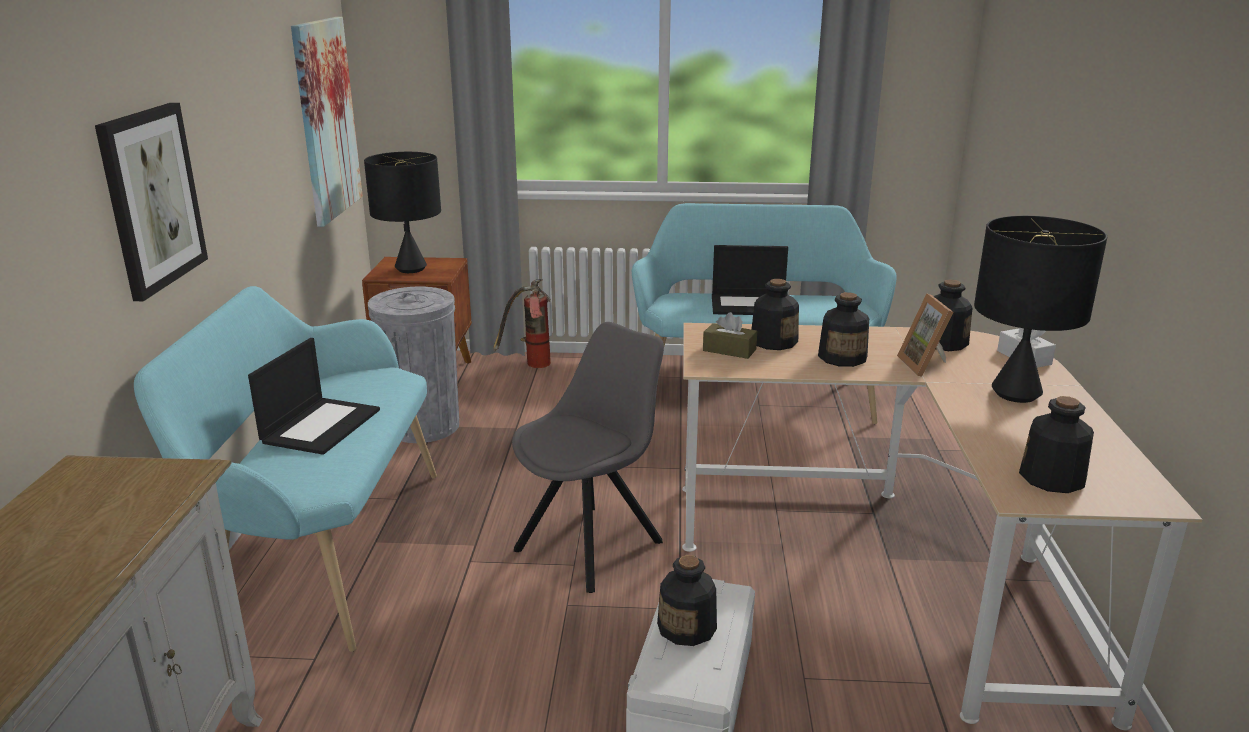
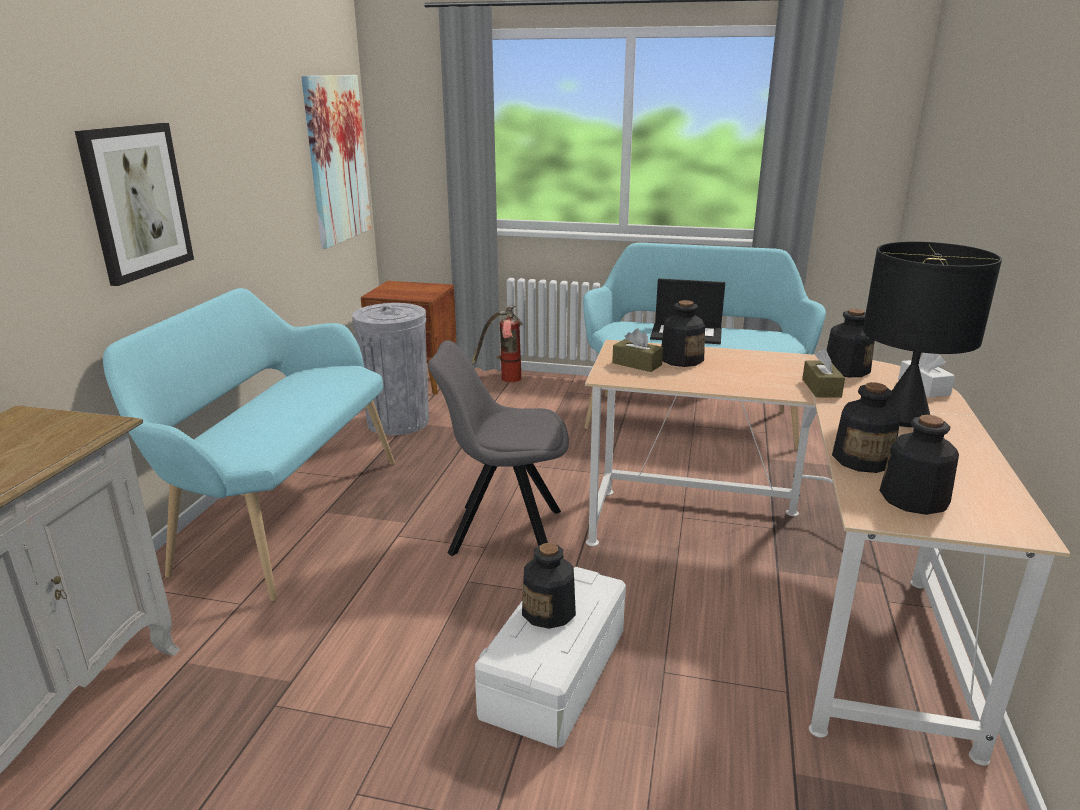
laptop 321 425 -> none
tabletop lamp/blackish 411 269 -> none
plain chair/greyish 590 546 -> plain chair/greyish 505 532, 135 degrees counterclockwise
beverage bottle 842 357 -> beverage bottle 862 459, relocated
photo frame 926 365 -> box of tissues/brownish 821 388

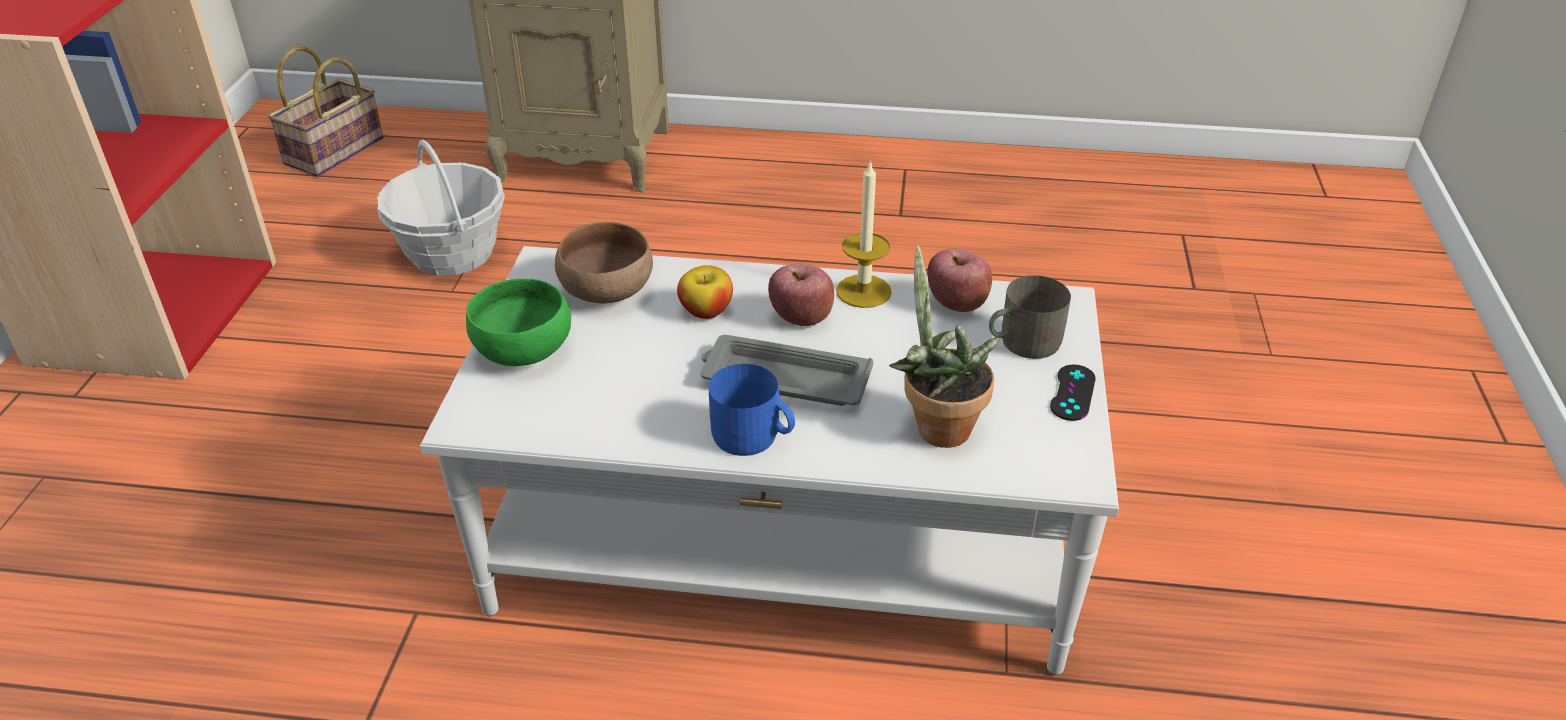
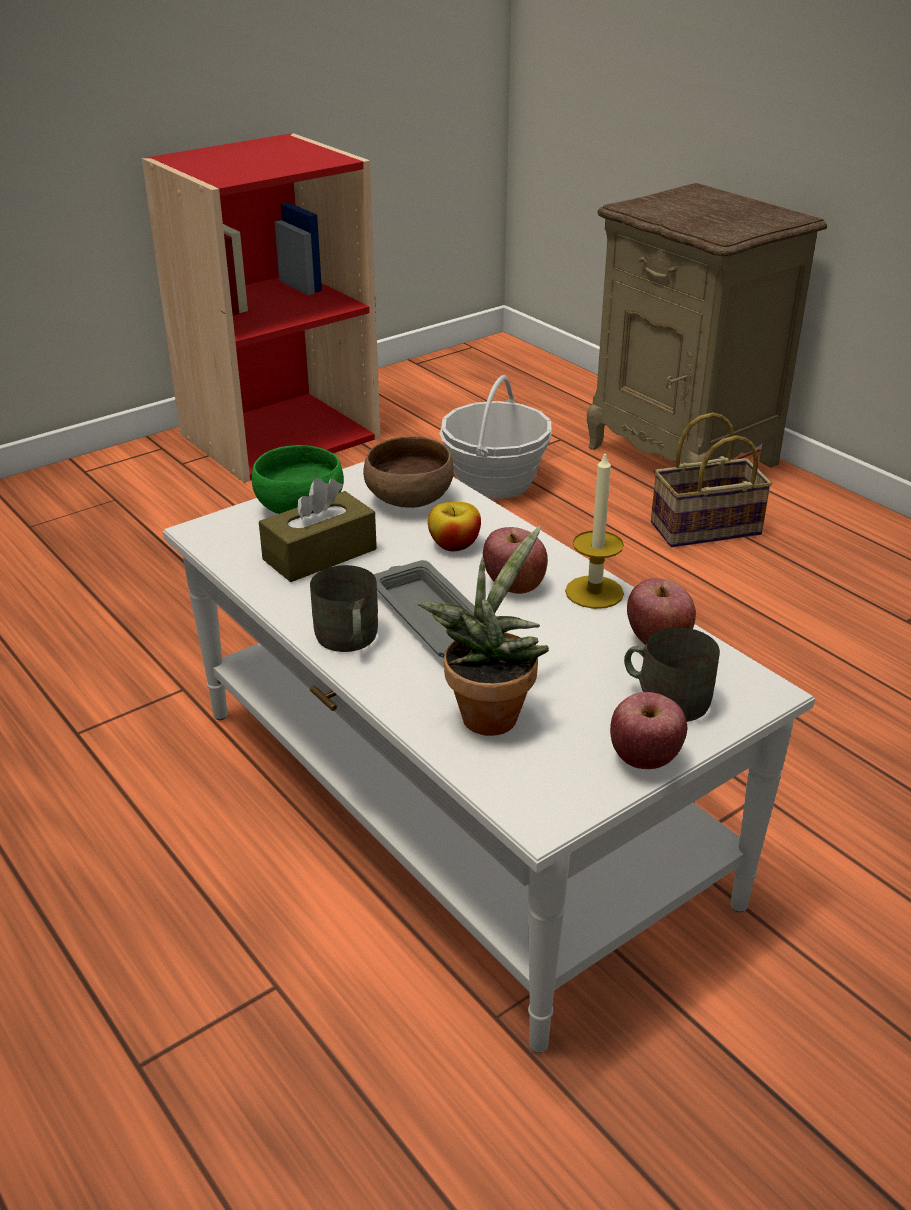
basket 334 153 -> basket 704 530, relocated
coffee mug/blue 753 438 -> coffee mug/greyish 348 640
joypad/blackish 1072 393 -> whole apple 645 758
none -> box of tissues/brownish 320 554

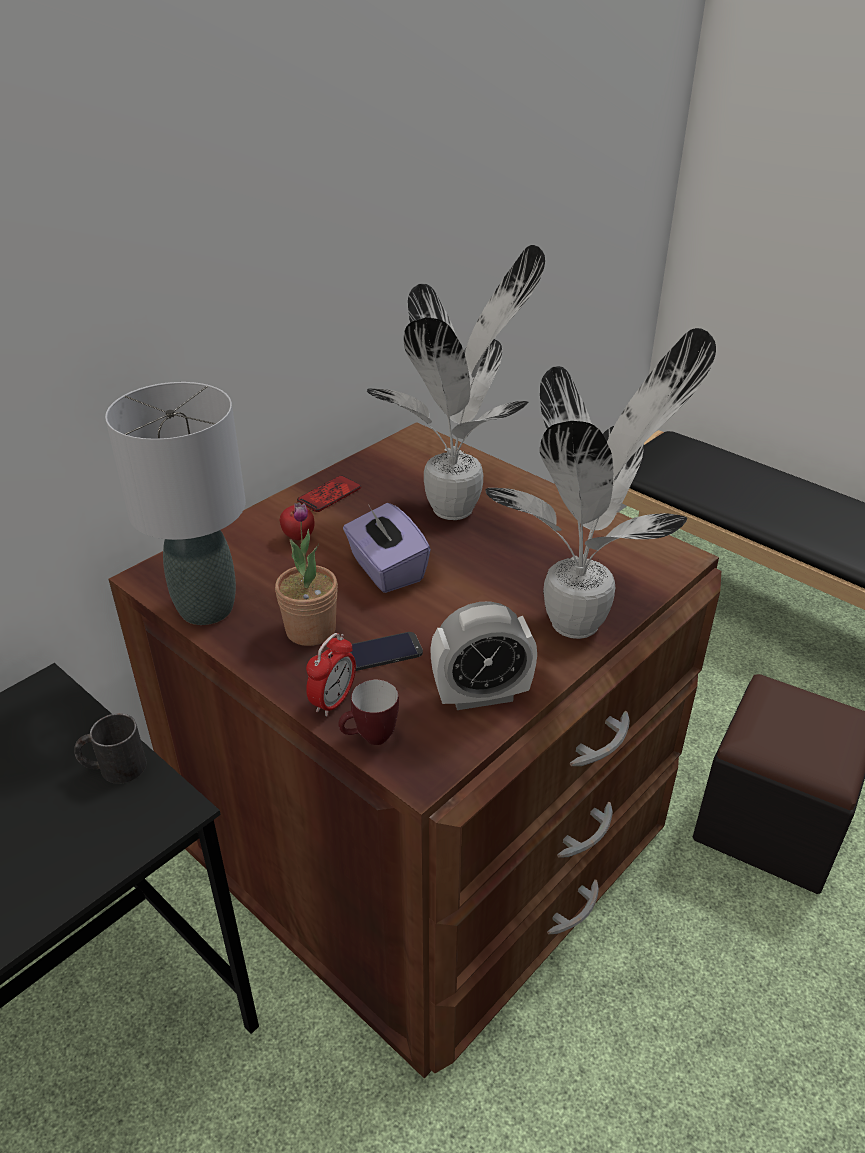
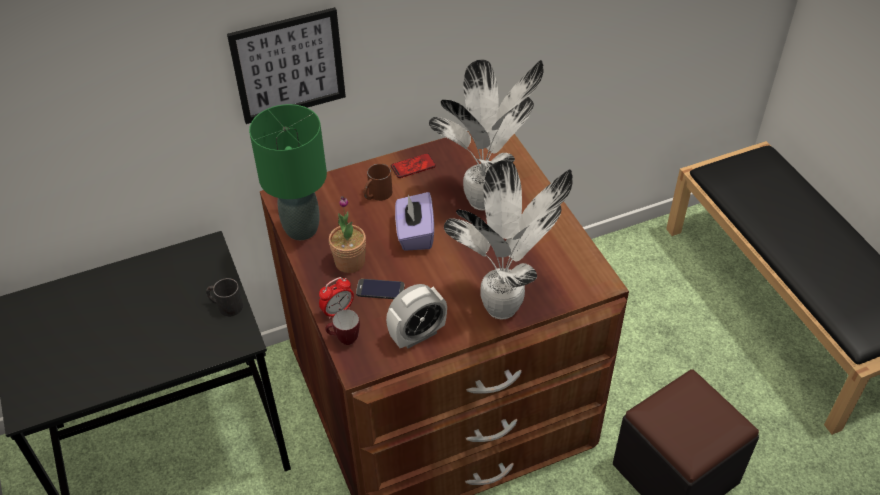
tabletop lamp/greyish 206 608 -> tabletop lamp/green-coloured 302 228
whole apple 298 538 -> coffee mug/brownish 377 195
alarm clock 481 695 -> alarm clock 417 335, 45 degrees counterclockwise
none -> wall picture 288 66

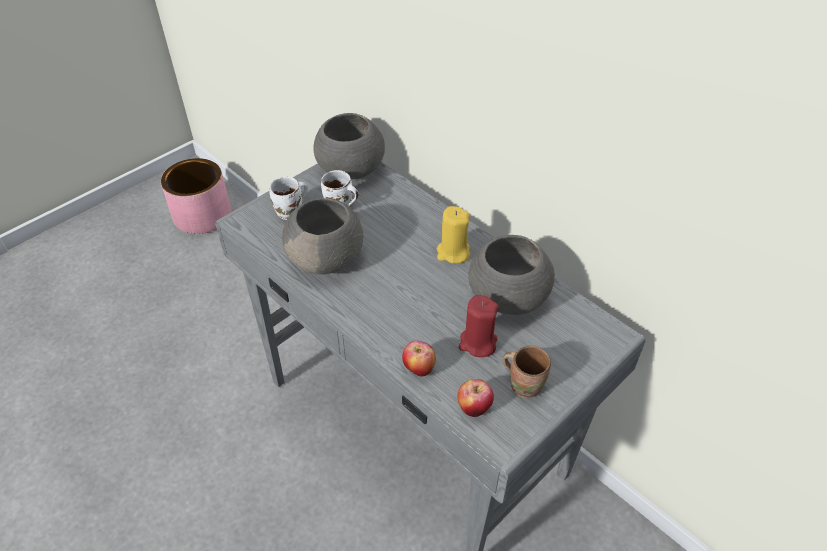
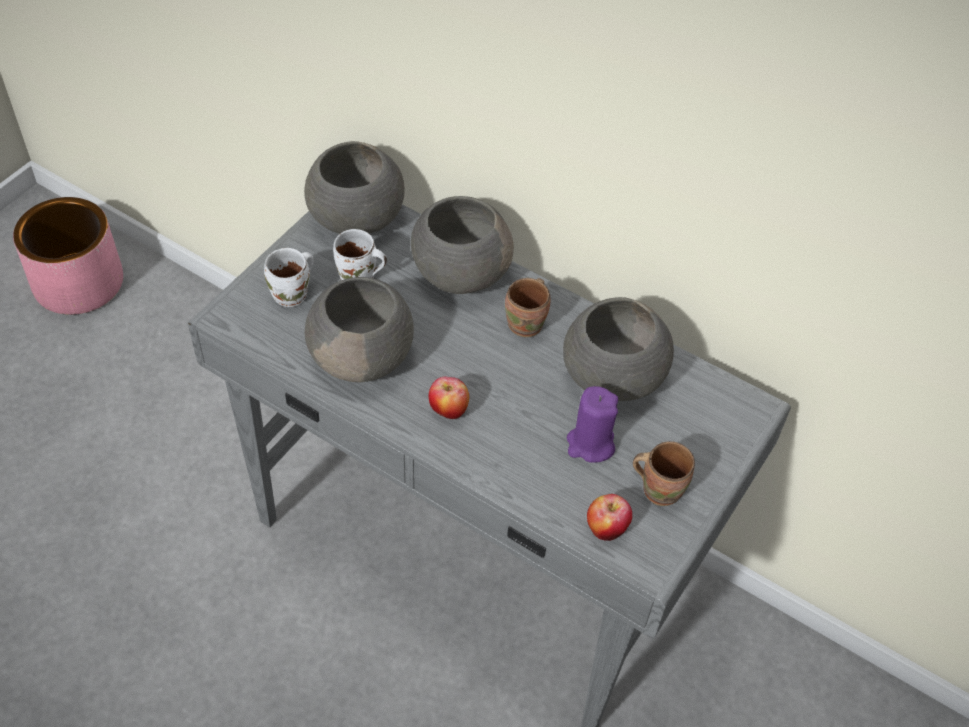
whole apple 418 369 -> whole apple 448 411, relocated
wax candle/yellow-coloured 453 253 -> coffee mug/brownish 528 324
wax candle/reddish 477 343 -> wax candle/purplish 590 444
none -> deep dish/greyish 459 271

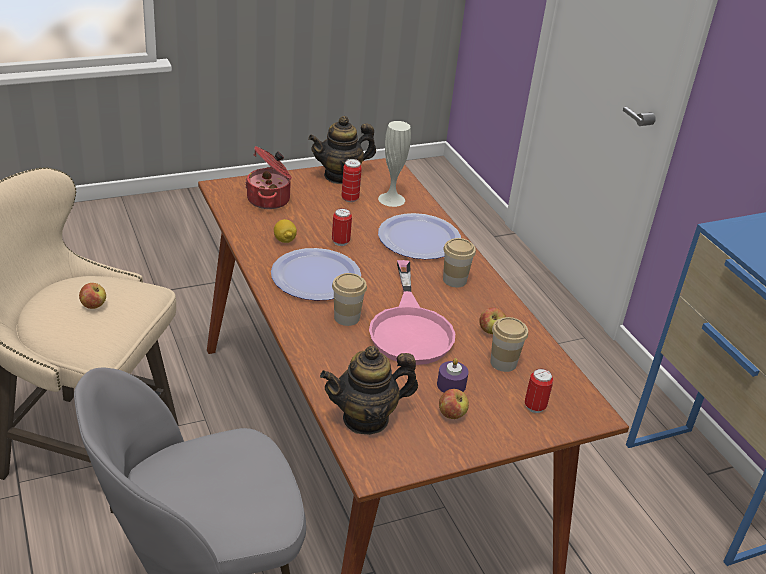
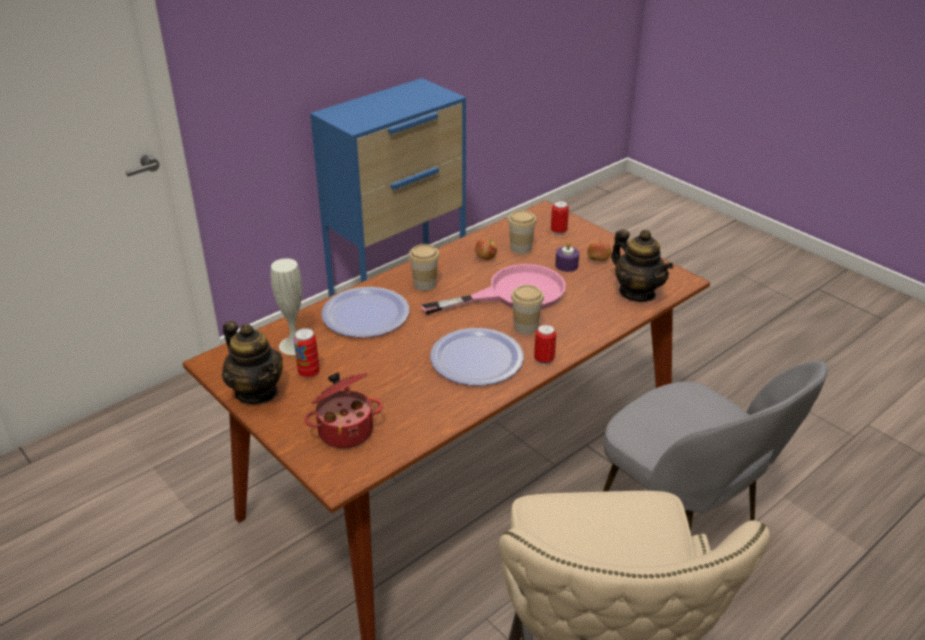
whole apple 93 305 -> none
citrus fruit 284 240 -> none
can 340 242 -> can 544 360, relocated

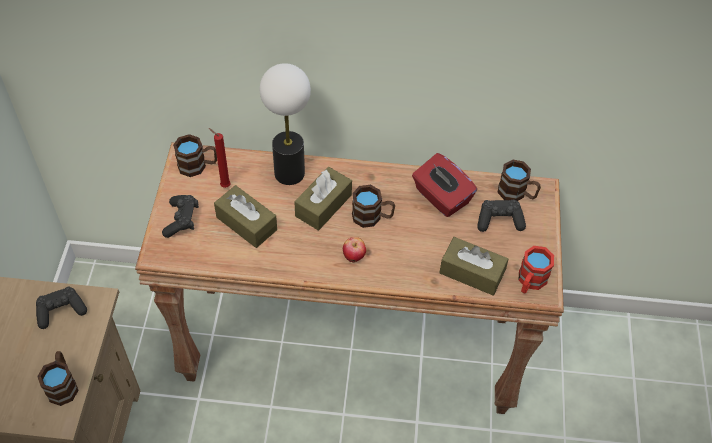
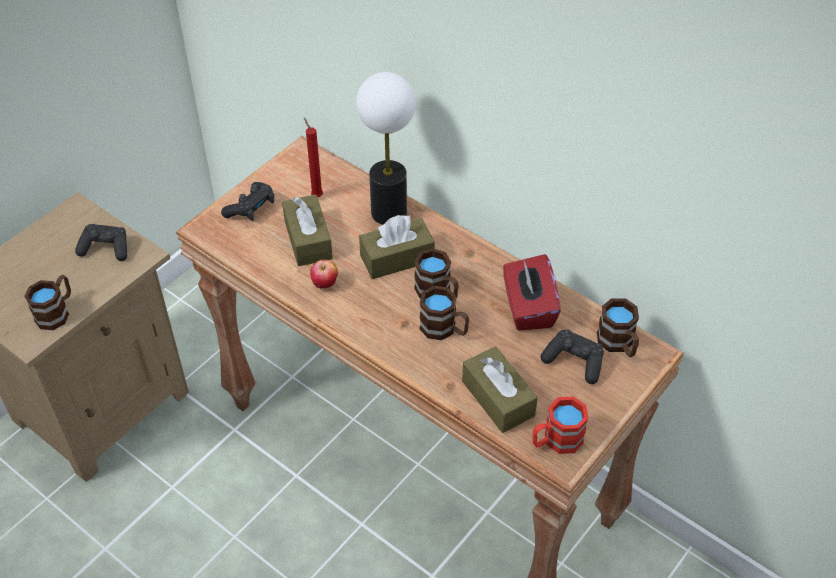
coffee mug/brownish 198 166 -> coffee mug/brownish 444 329, relocated
whole apple 354 257 -> whole apple 325 285, relocated

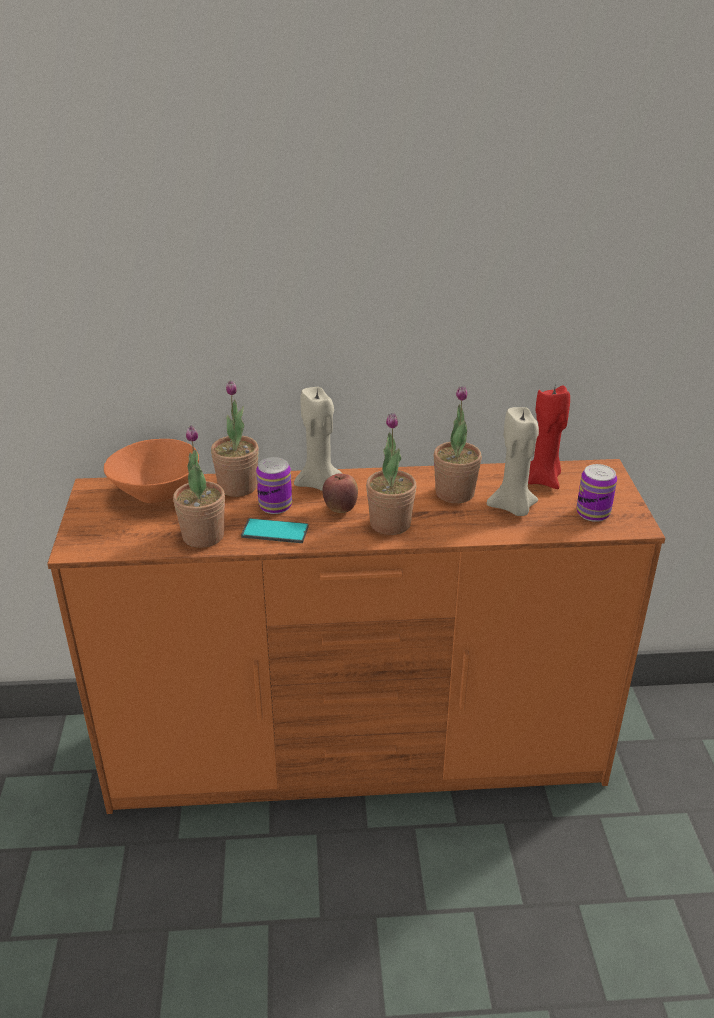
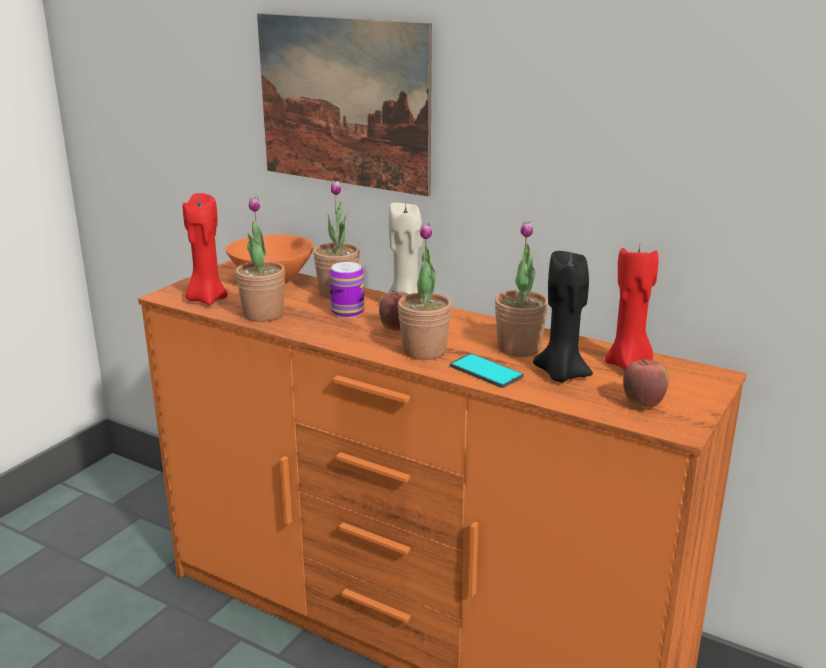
telephone 275 532 -> telephone 485 372, relocated
wax candle/beige-coloured 513 508 -> wax candle/blackish 561 375
can 593 513 -> whole apple 643 404
none -> wax candle/reddish 207 299
none -> wall picture 344 102

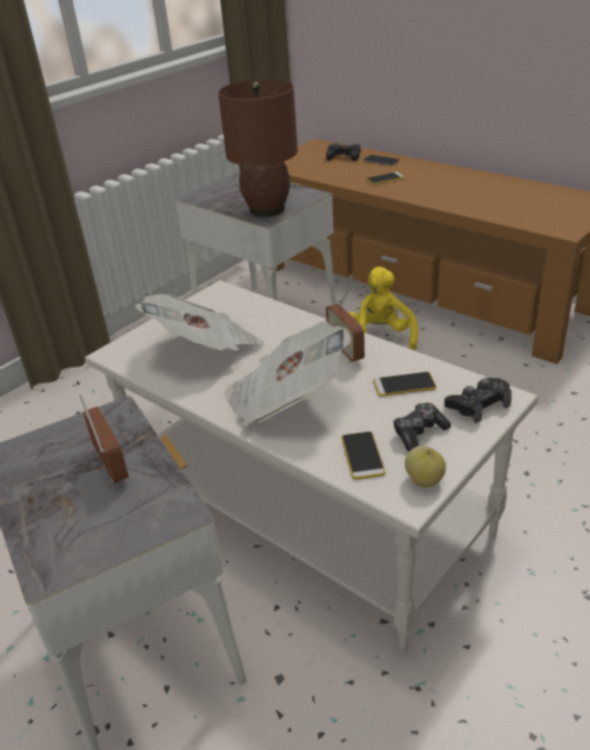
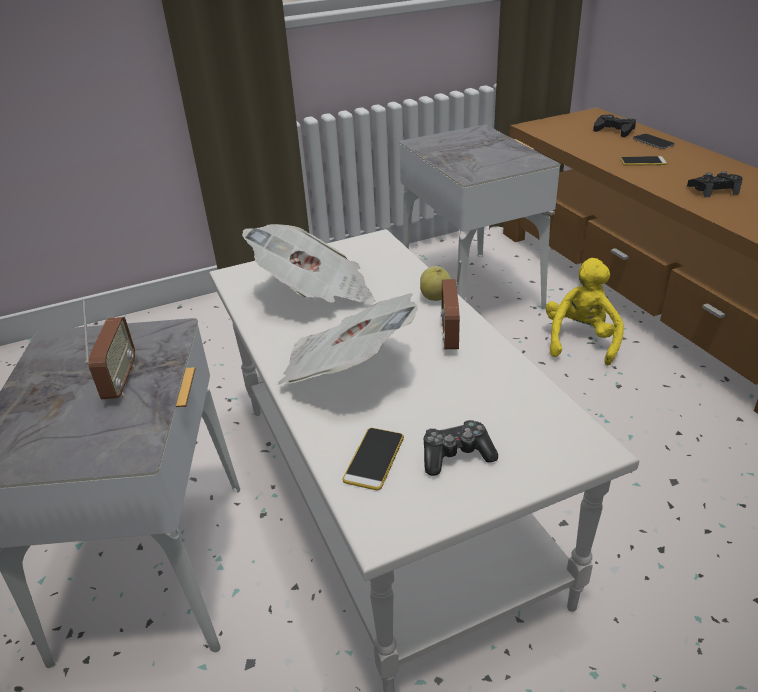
tabletop lamp/brownish 267 210 -> none
telephone 404 385 -> none
whole apple 424 480 -> whole apple 436 297, relocated
joypad/blackish 478 405 -> joypad/blackish 713 190, relocated

